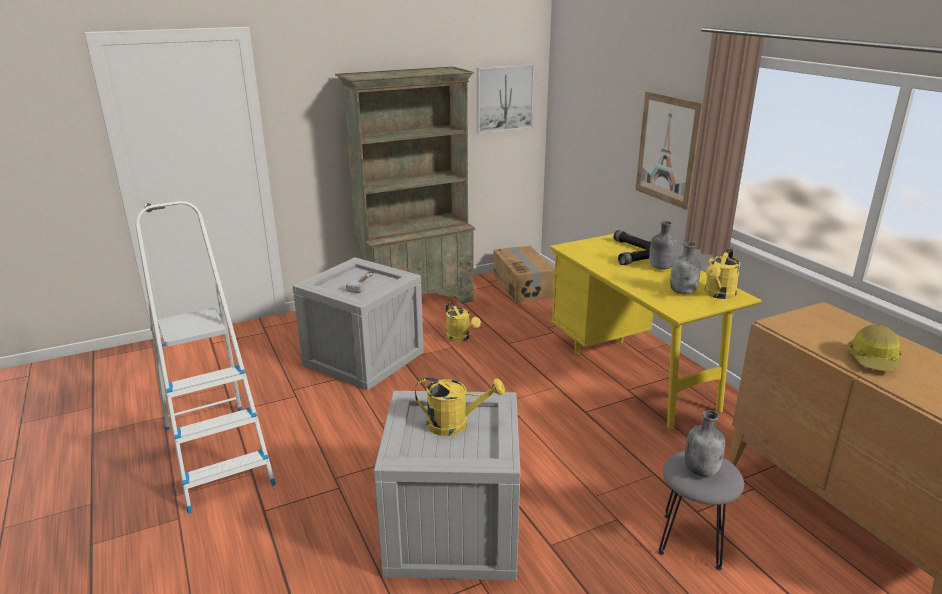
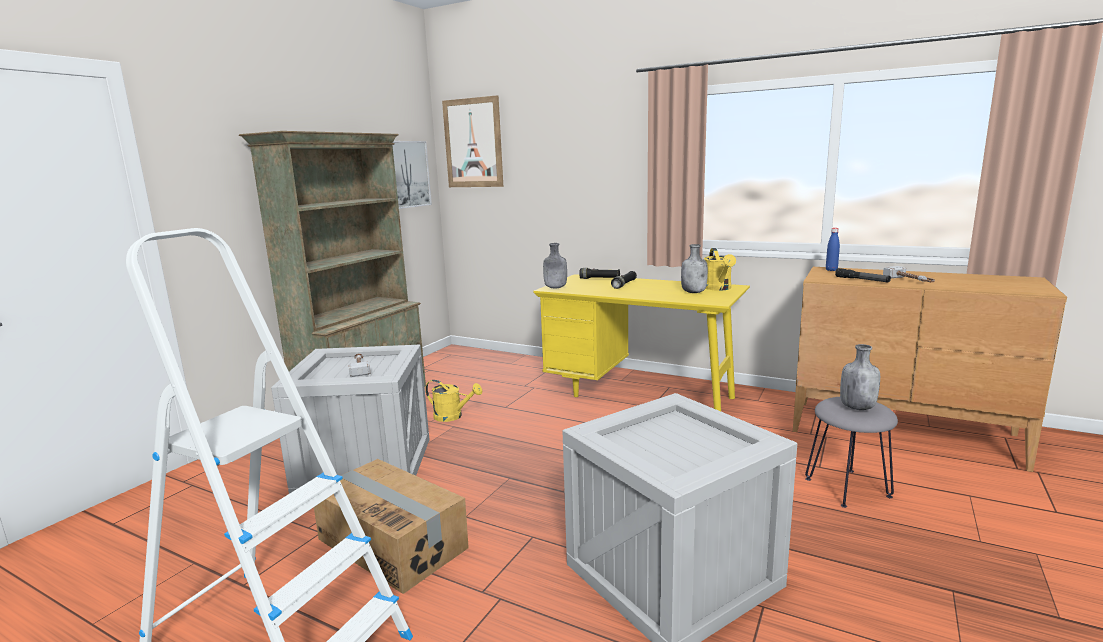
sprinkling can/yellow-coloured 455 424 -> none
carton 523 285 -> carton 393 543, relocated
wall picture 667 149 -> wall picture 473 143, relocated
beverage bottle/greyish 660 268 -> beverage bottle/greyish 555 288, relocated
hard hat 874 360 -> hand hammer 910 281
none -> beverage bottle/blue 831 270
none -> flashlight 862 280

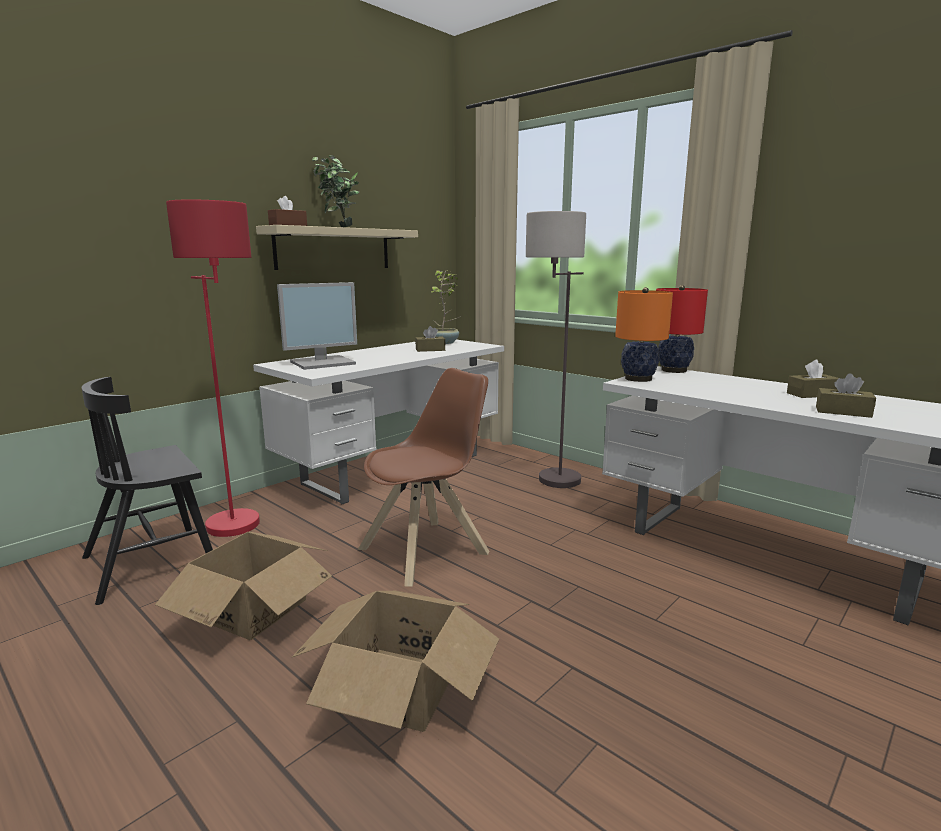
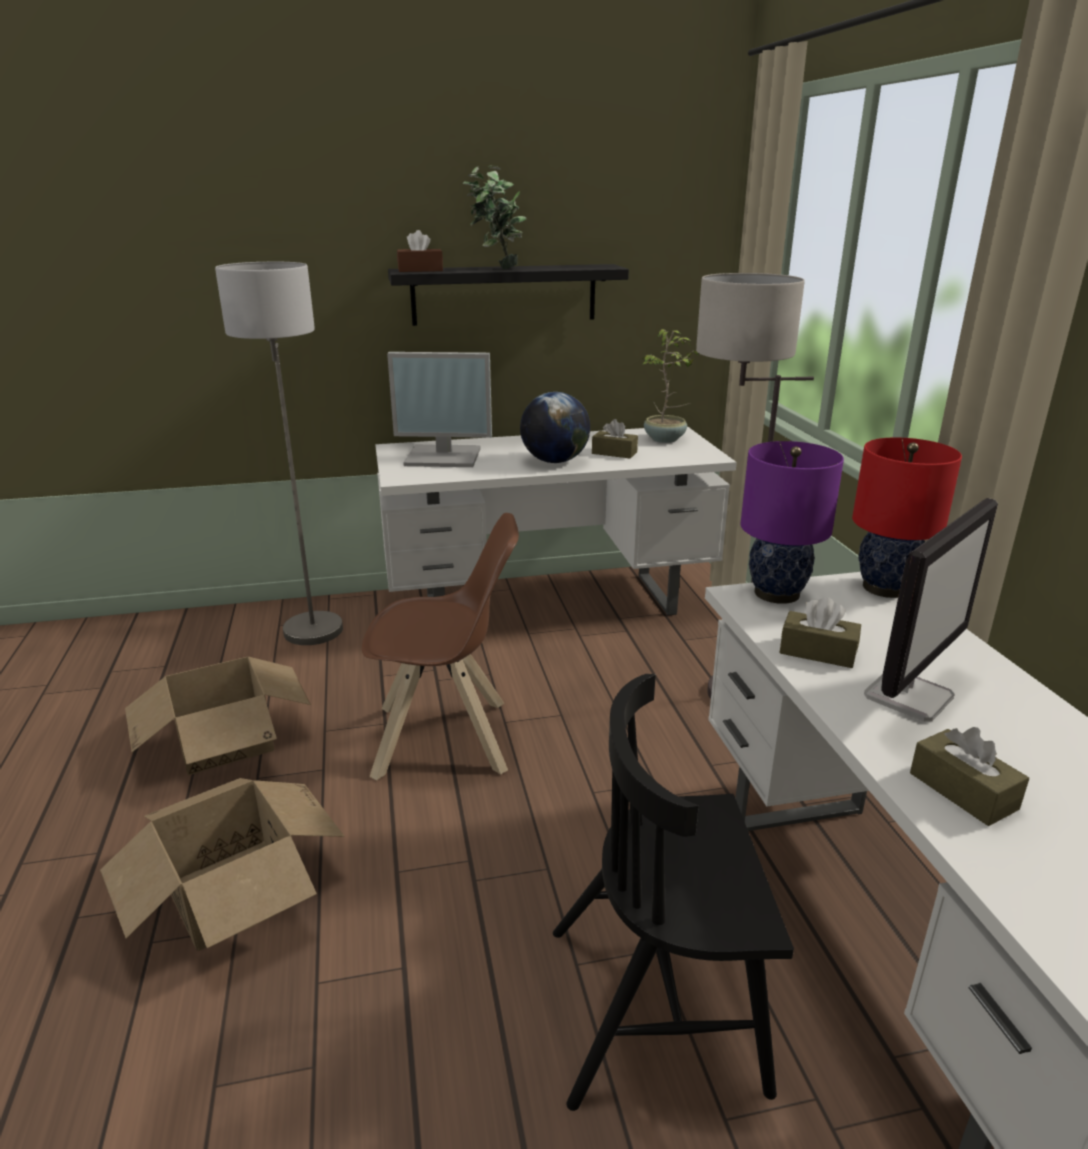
plain chair/blackish 158 559 -> plain chair/blackish 668 1004, relocated
floor lamp/reddish 241 529 -> floor lamp/greyish 313 639
bracket shelf/beige-coloured 334 249 -> bracket shelf/blackish 504 294
tabletop lamp/orange-coloured 638 379 -> tabletop lamp/purplish 777 593
box of tissues/brownish 811 394 -> box of tissues/brownish 817 652, relocated
none -> desk globe 554 461
none -> monitor 908 696

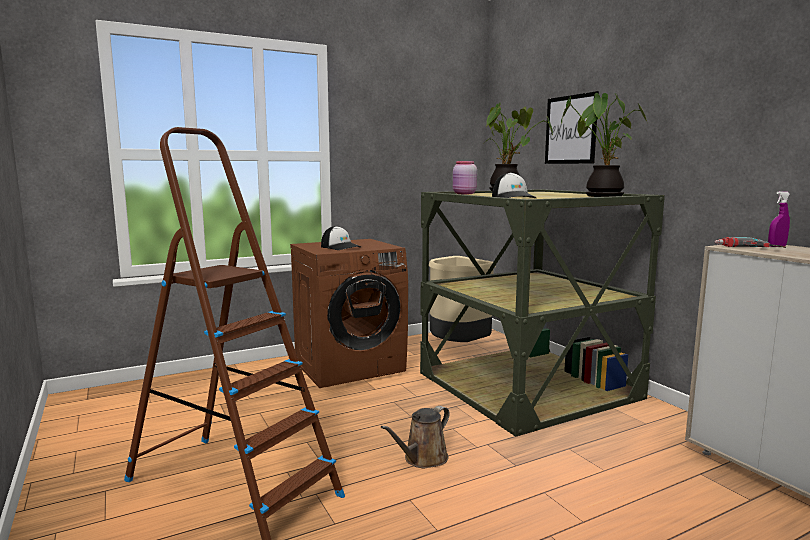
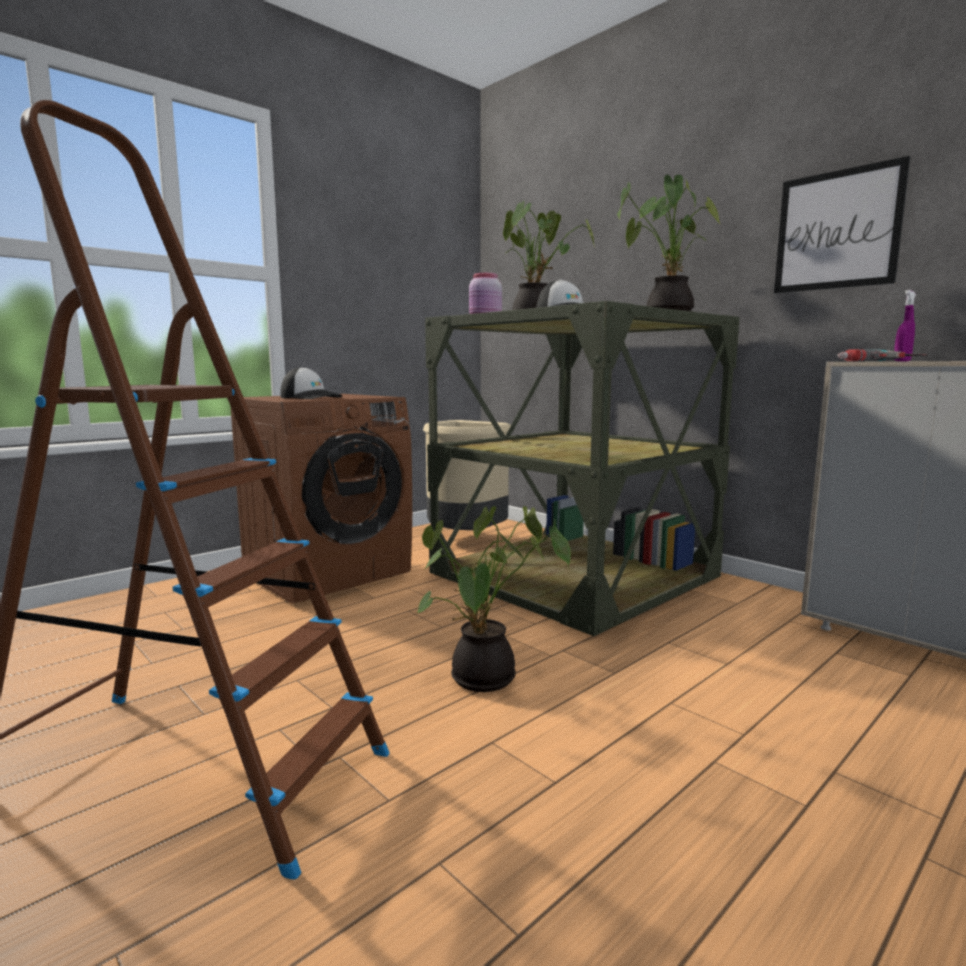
sprinkling can/brownish 423 459 -> potted plant 484 681
wall picture 570 129 -> wall picture 837 230, relocated

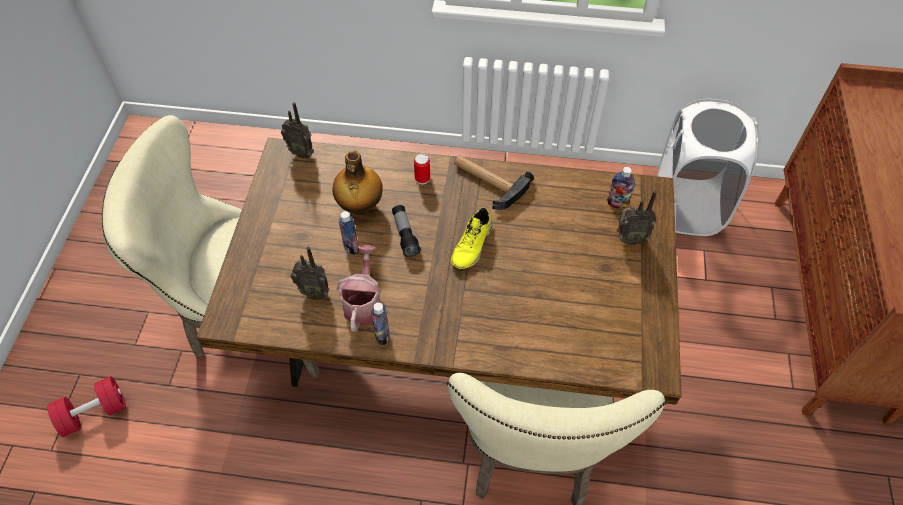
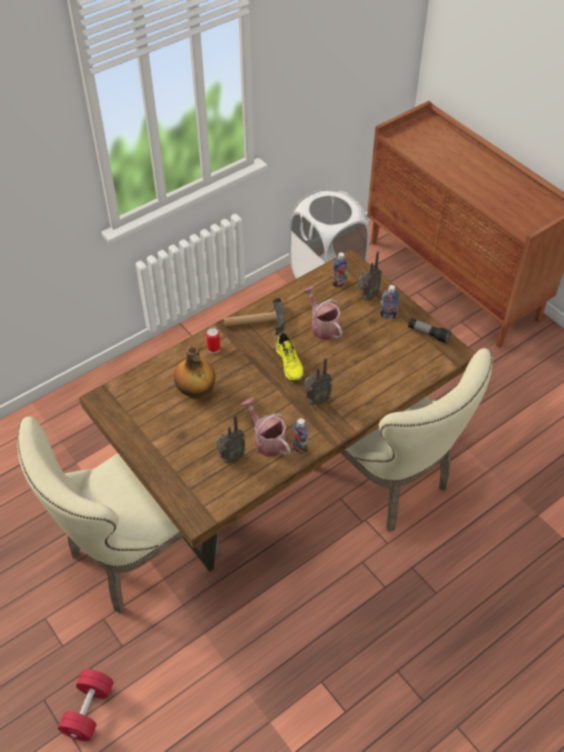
radio 302 152 -> radio 316 400, relocated
beverage bottle 351 247 -> beverage bottle 388 315, relocated
flashlight 405 235 -> flashlight 428 334, relocated
none -> sprinkling can 322 326

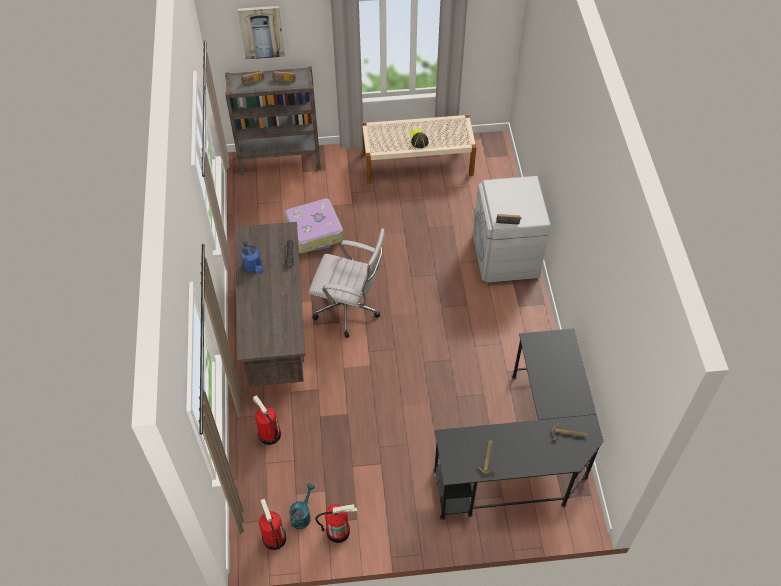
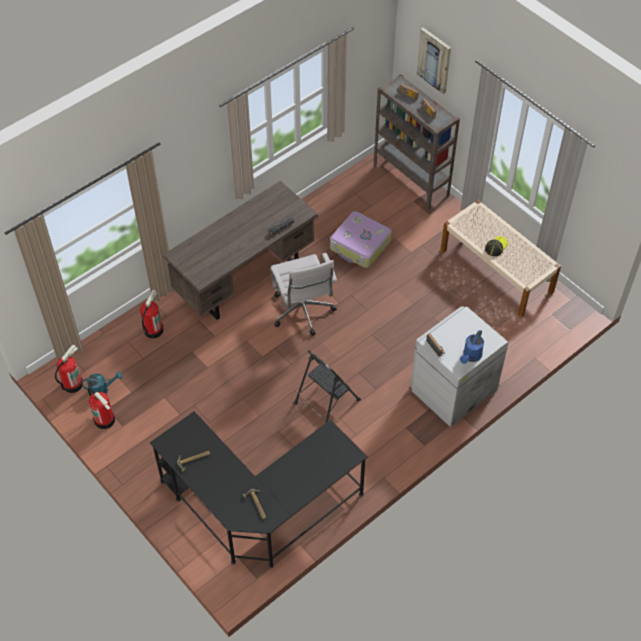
sprinkling can/blue 254 268 -> sprinkling can/blue 471 357, relocated
none -> step stool/blackish 325 402

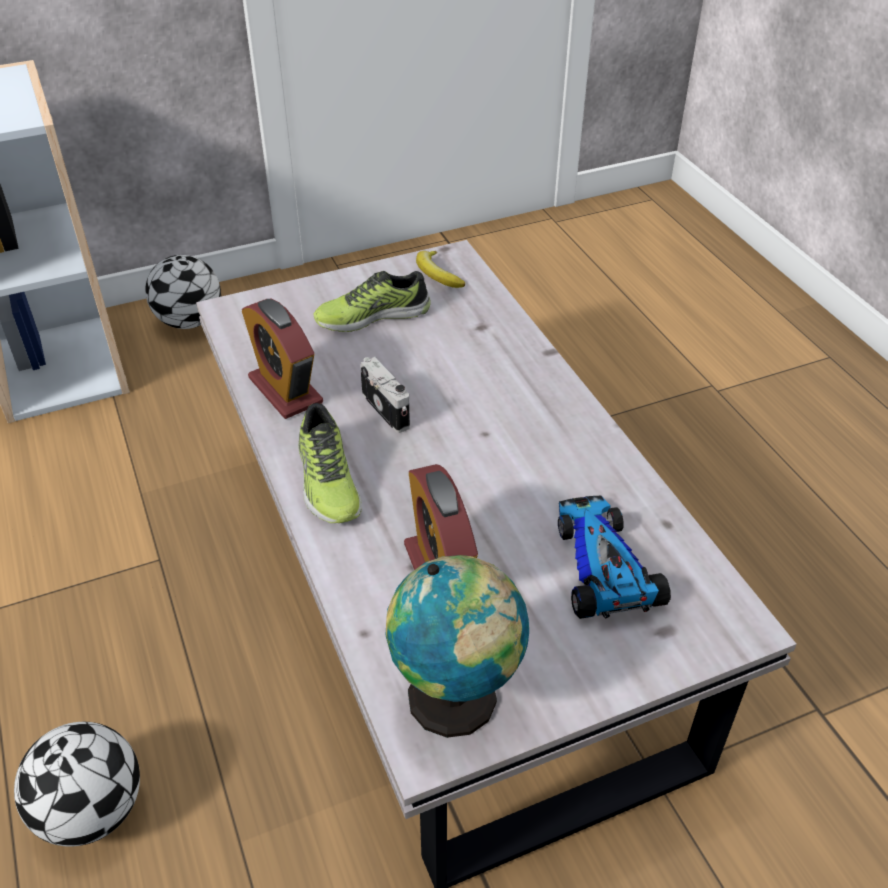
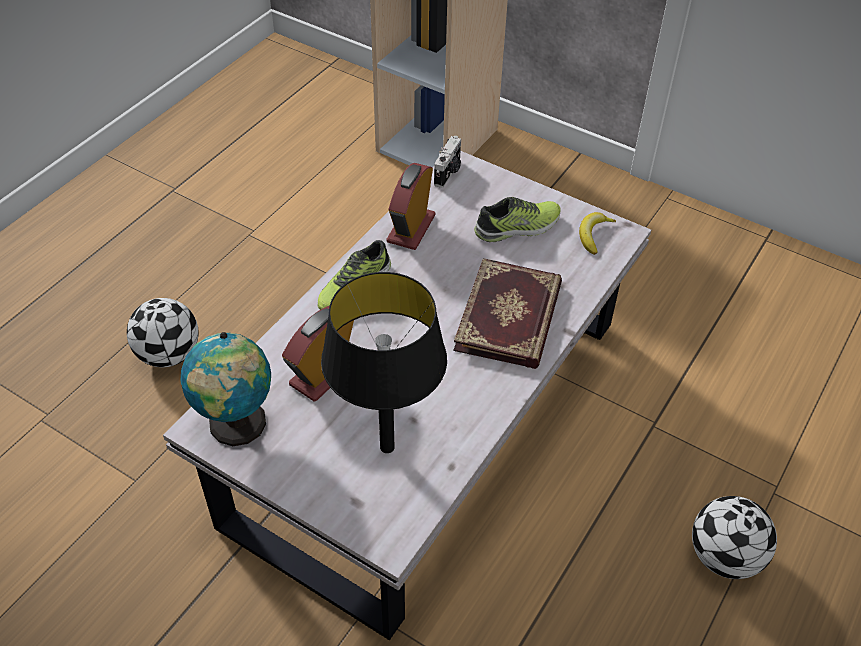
football ball 190 321 -> football ball 724 557, relocated
item of footwear 372 315 -> item of footwear 518 227, 120 degrees clockwise
still camera 388 409 -> still camera 448 173, relocated
miniature car 601 565 -> tabletop lamp/blackish 386 447
none -> volume 510 317

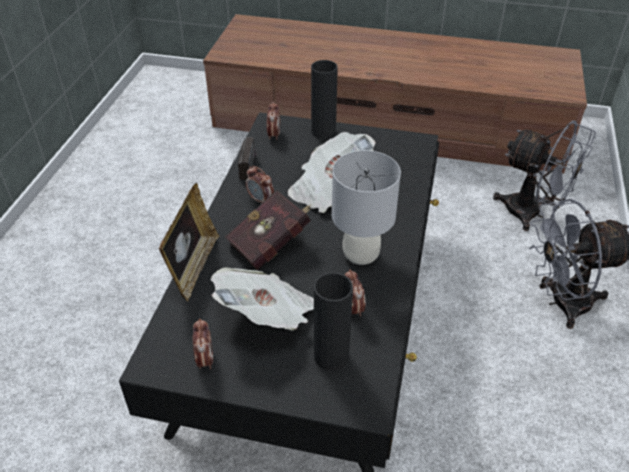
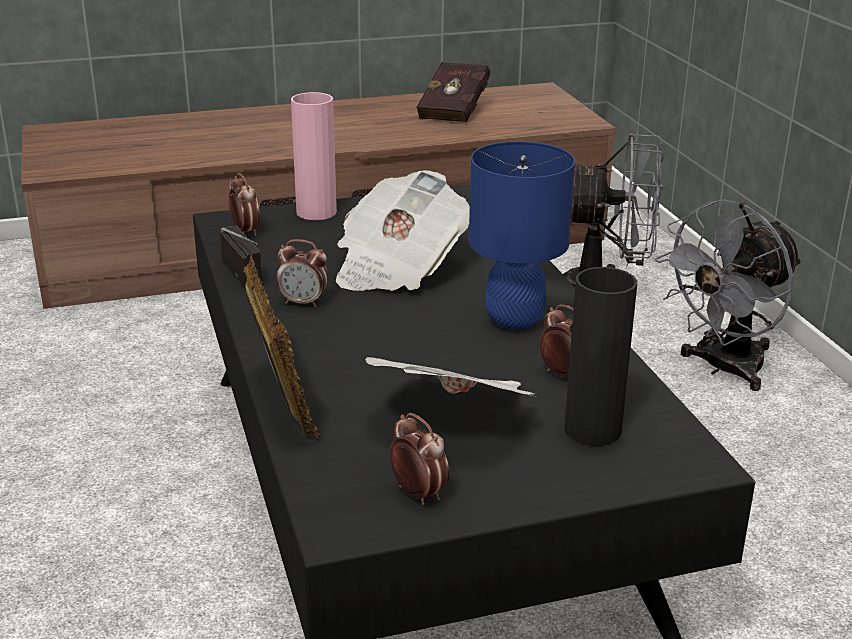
volume/reddish 272 243 -> volume/reddish 456 111, relocated
vase/blackish 323 131 -> vase/pinkish 316 212
tabletop lamp/greyish 359 256 -> tabletop lamp/blue 513 322

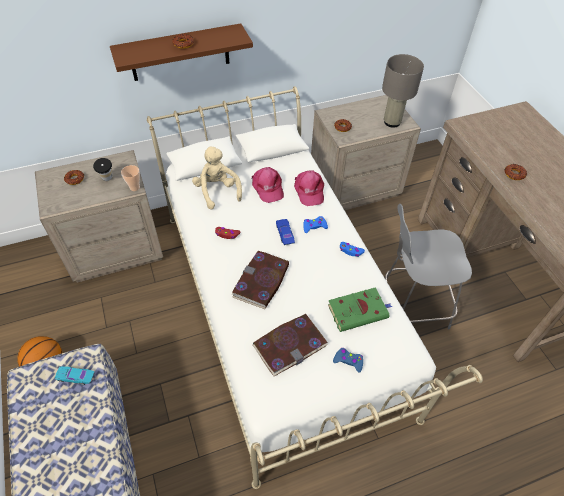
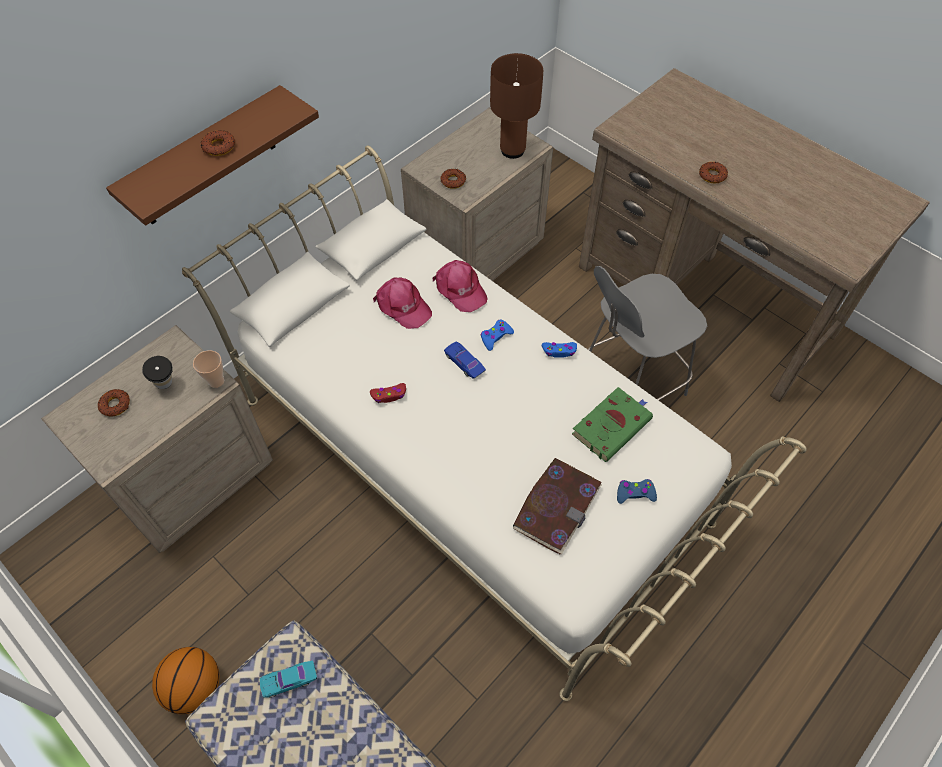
plush toy/beige-coloured 217 191 -> none
volume 261 281 -> none
tabletop lamp/greyish 392 122 -> tabletop lamp/brownish 513 150

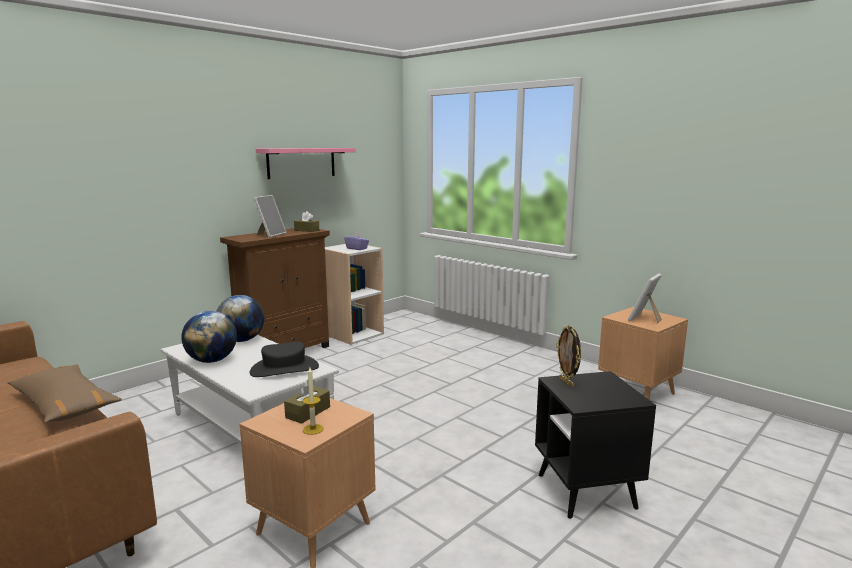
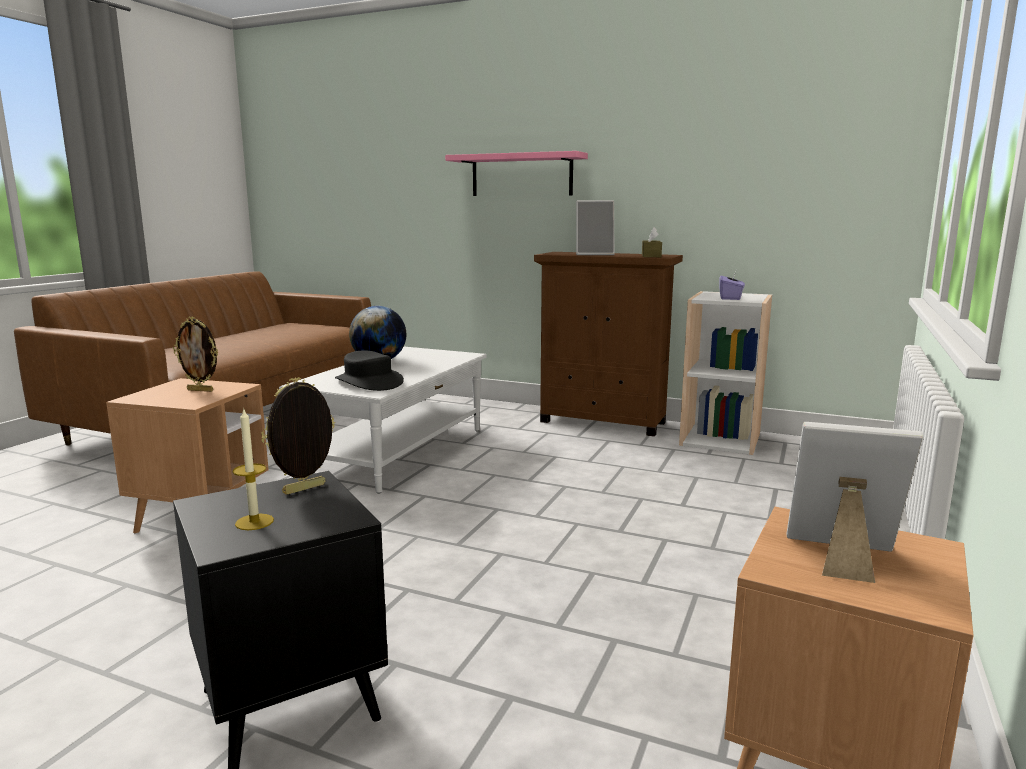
cushion/brownish 65 404 -> none
desk globe 242 340 -> none
bracket shelf/pinkish 301 162 -> bracket shelf/pinkish 521 175, relocated
box of tissues/brownish 308 412 -> photo frame 201 390
wax candle 313 429 -> wax candle 254 522, relocated

